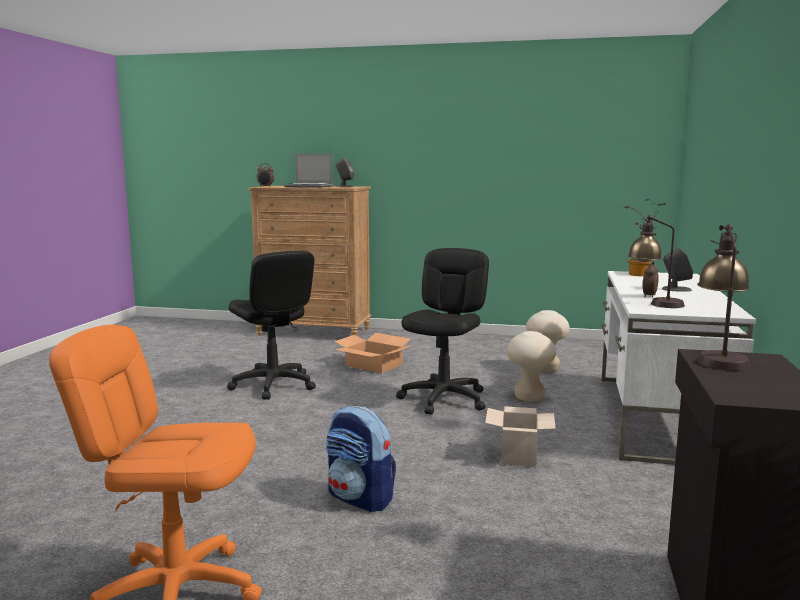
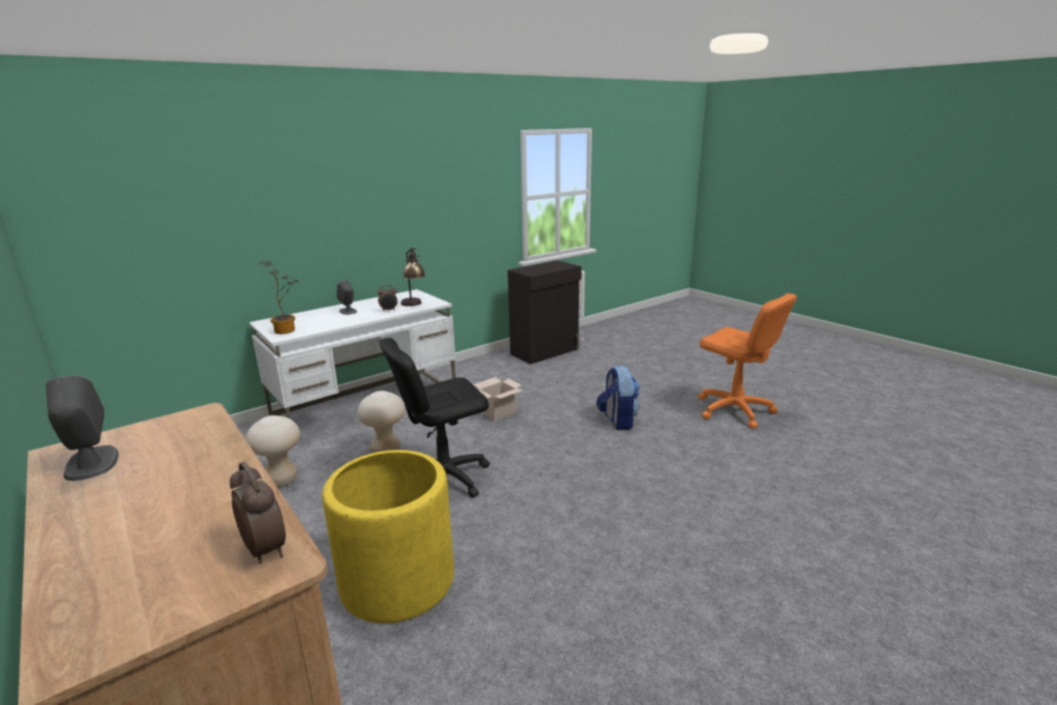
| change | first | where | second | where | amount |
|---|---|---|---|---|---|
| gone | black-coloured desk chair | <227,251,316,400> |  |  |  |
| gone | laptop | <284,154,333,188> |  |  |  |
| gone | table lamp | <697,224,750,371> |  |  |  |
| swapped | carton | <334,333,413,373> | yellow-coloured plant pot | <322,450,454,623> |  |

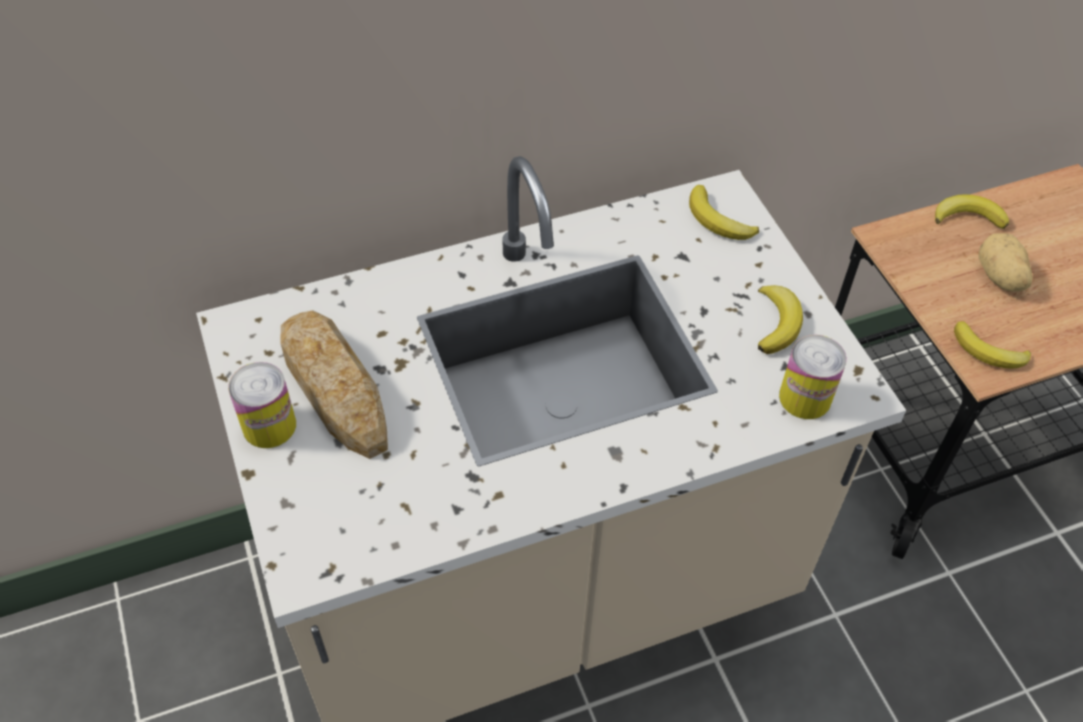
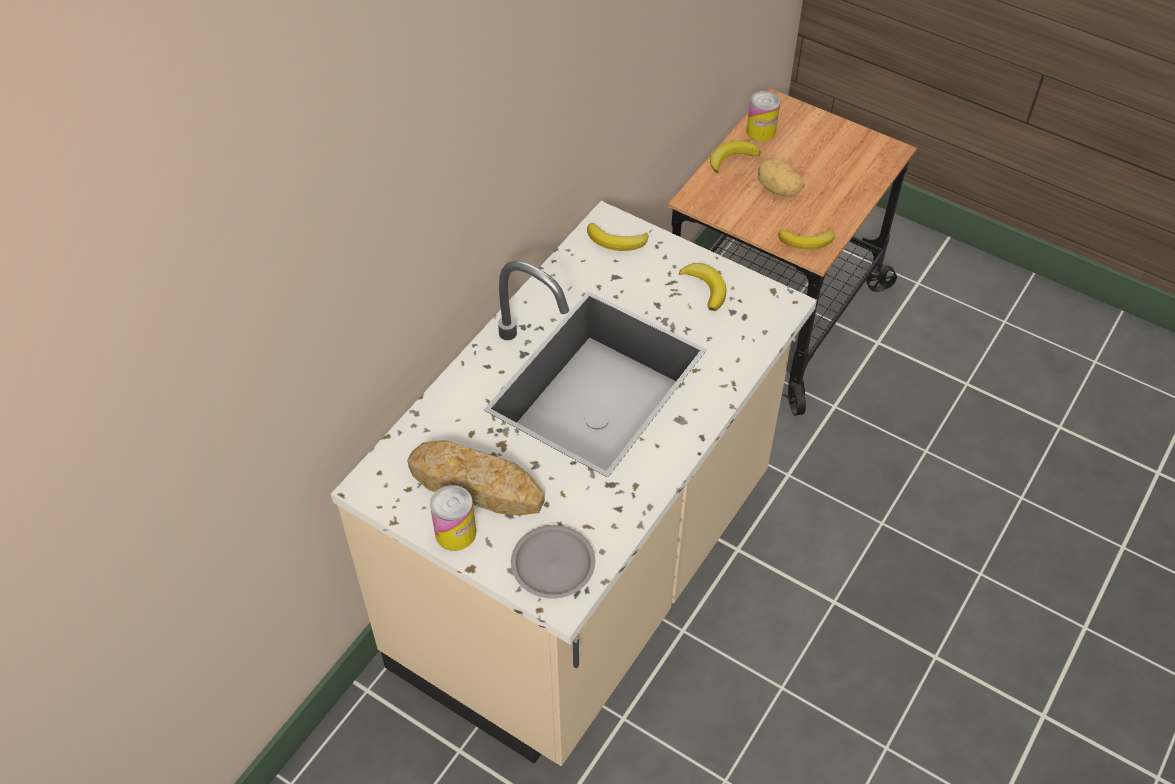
| change | first | where | second | where | amount |
|---|---|---|---|---|---|
| new |  |  | greyish flat dish | <511,525,595,599> |  |
| shifted | sealed can | <779,335,847,419> |  | <746,91,780,141> |  |

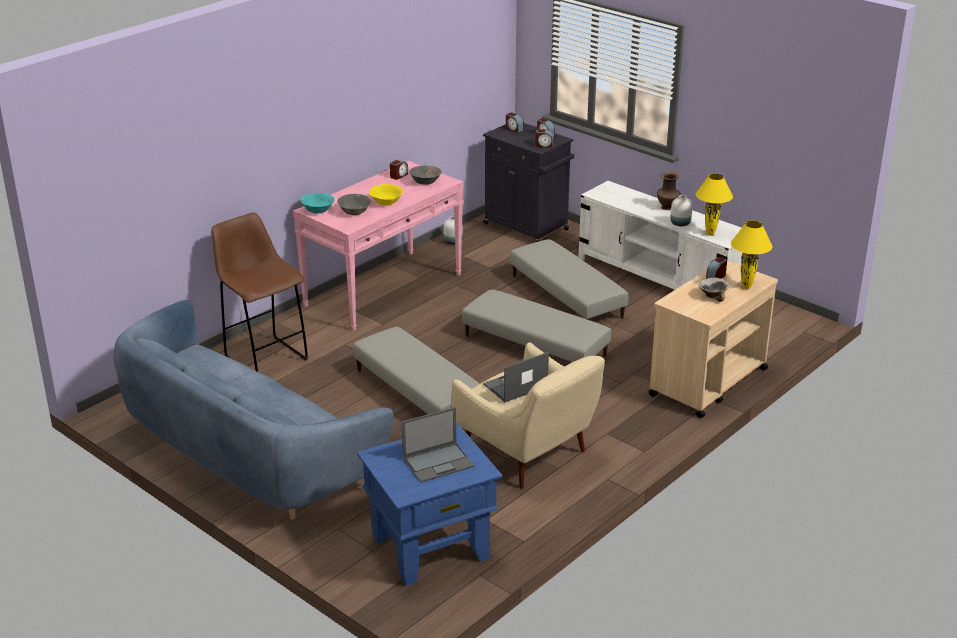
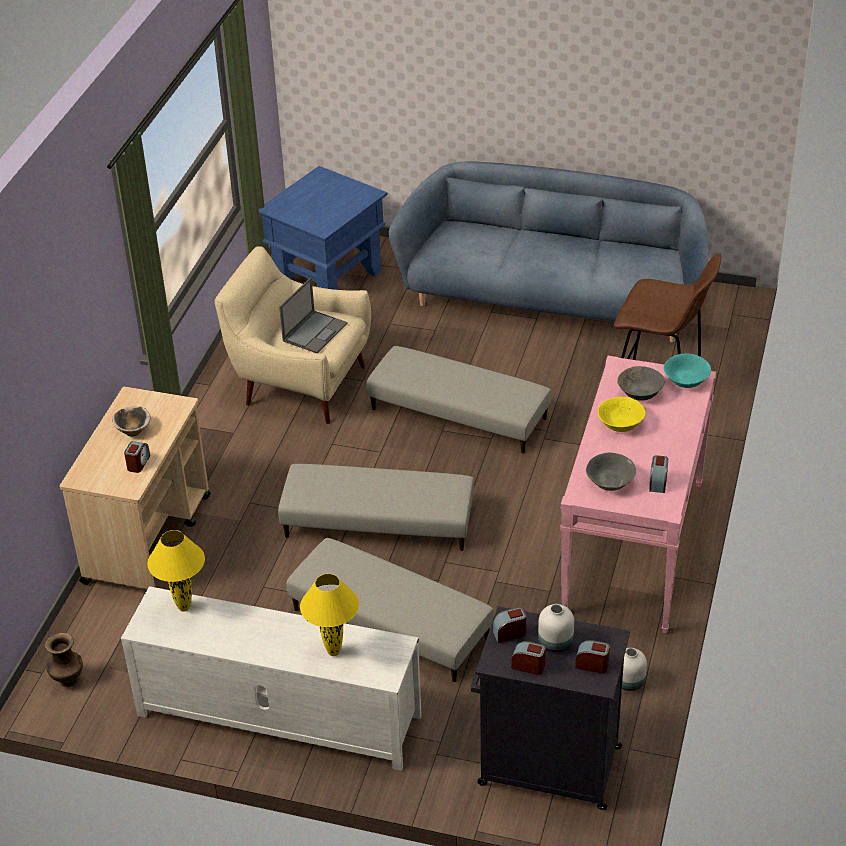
| change | first | where | second | where | amount |
|---|---|---|---|---|---|
| gone | laptop | <402,407,474,483> |  |  |  |
| shifted | brown-coloured vase | <657,171,681,210> |  | <45,633,83,687> |  |
| shifted | white-coloured vase | <670,195,693,226> |  | <538,604,574,653> |  |
| shifted | yellow-coloured table lamp | <731,221,773,289> |  | <300,574,359,656> |  |

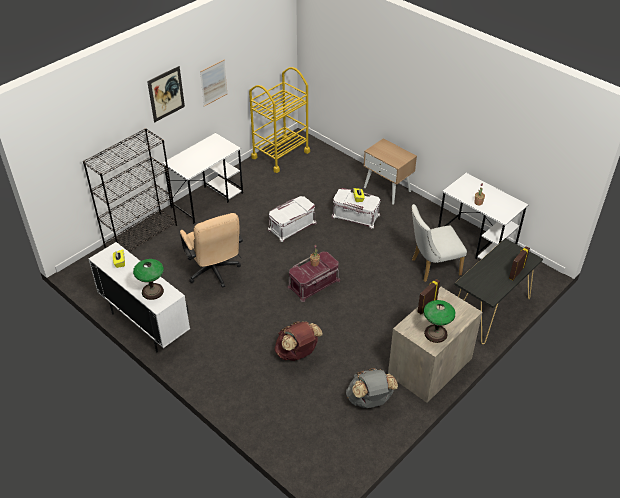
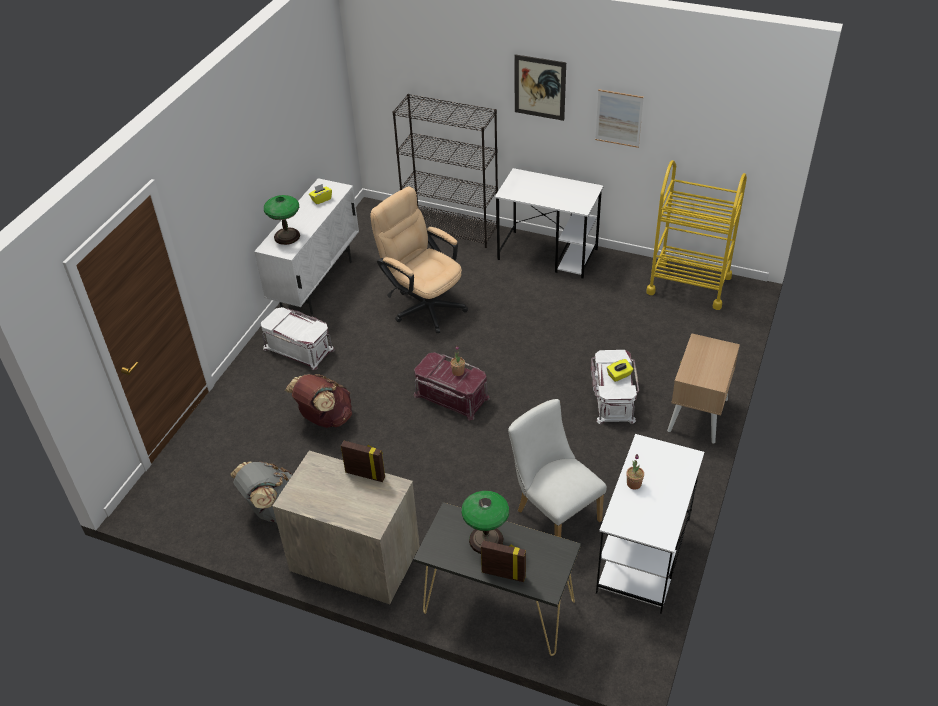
| change | first | where | second | where | amount |
|---|---|---|---|---|---|
| shifted | white-coloured storage box | <268,196,317,242> |  | <261,307,335,370> |  |
| shifted | table lamp | <424,300,455,343> |  | <461,491,509,554> |  |
| rotated | sand-coloured desk chair | <180,213,243,288> |  | <370,186,468,333> | 90 degrees clockwise |

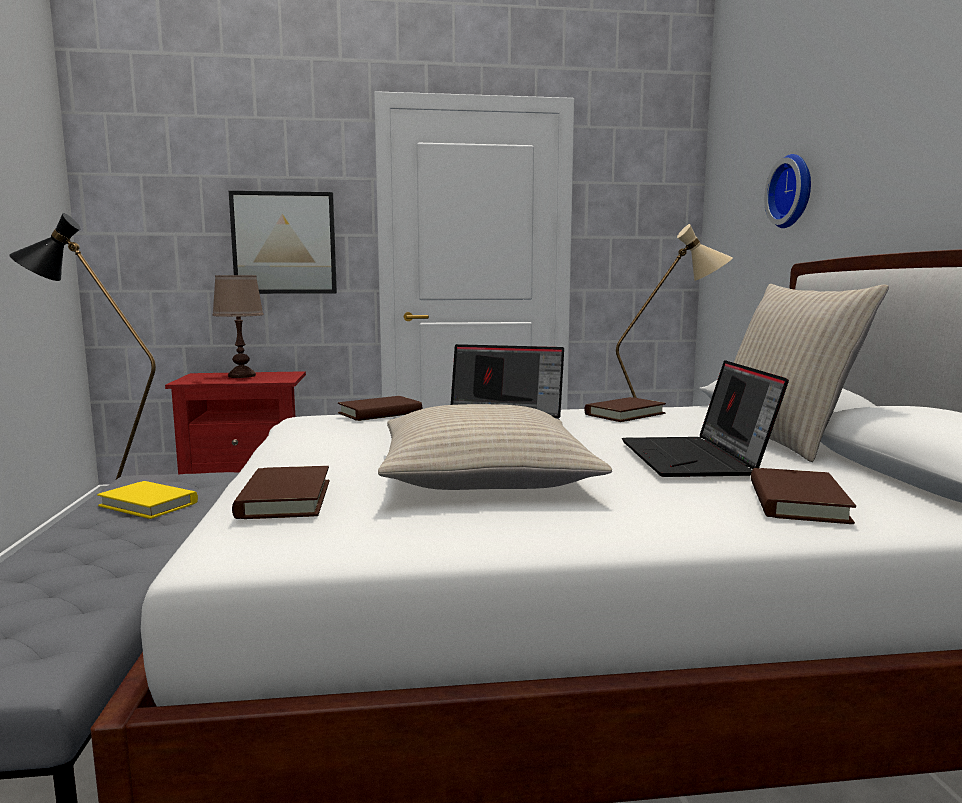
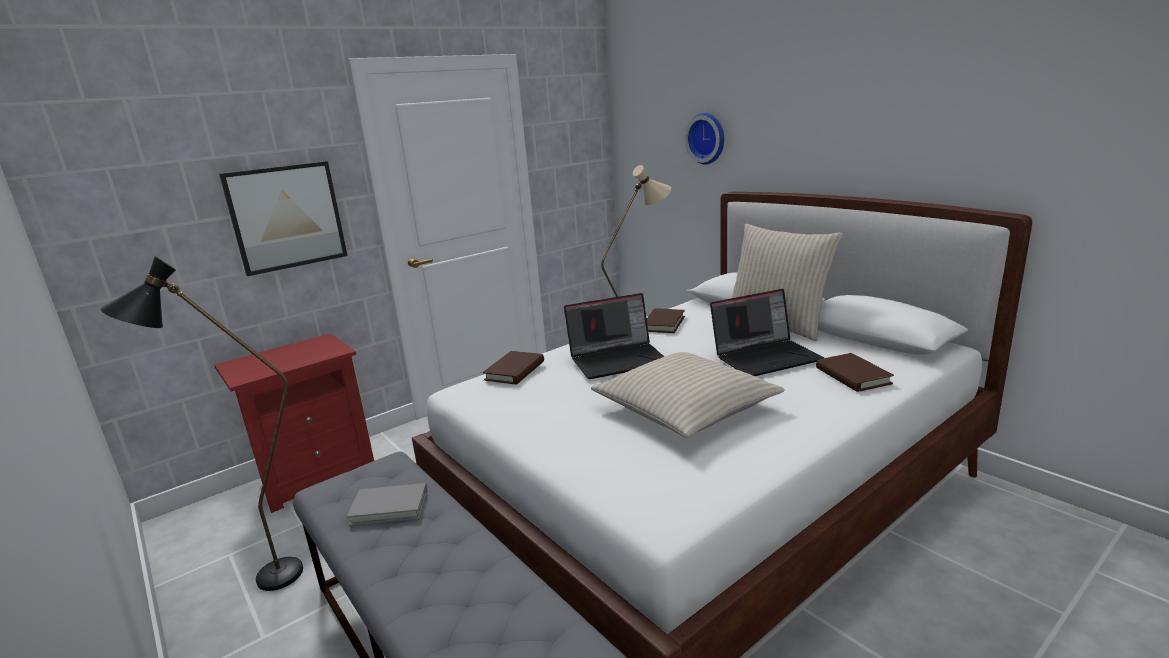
| change | first | where | second | where | amount |
|---|---|---|---|---|---|
| gone | brown-coloured table lamp | <212,275,264,378> |  |  |  |
| gone | brown-coloured bound book | <232,466,329,519> |  |  |  |
| repainted | yellow-coloured bound book | <97,481,198,519> | greyish bound book | <347,483,428,526> |  |
| rotated | laptop | <622,360,789,477> |  | <710,289,824,376> | 75 degrees counterclockwise |

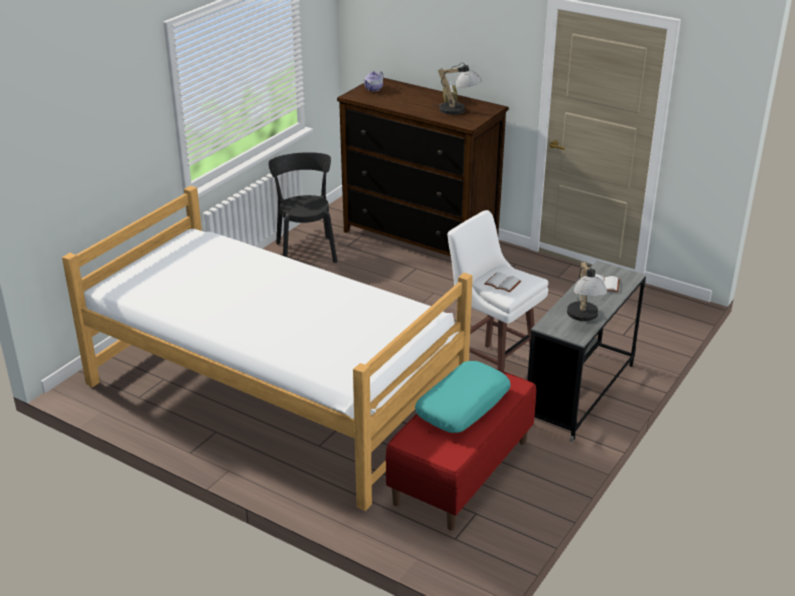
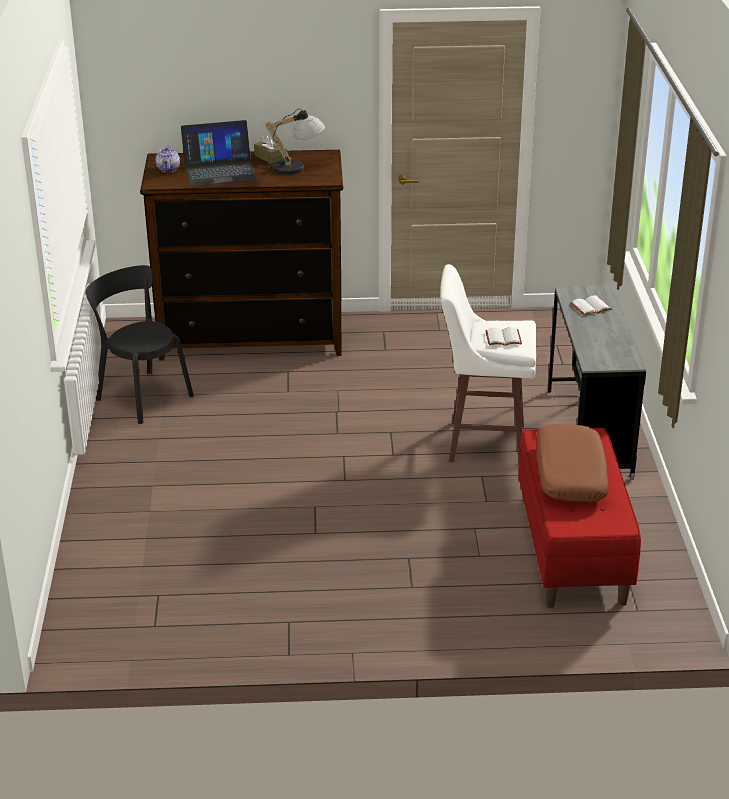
| change | first | where | second | where | amount |
|---|---|---|---|---|---|
| gone | sleeping bed | <62,186,473,511> |  |  |  |
| gone | table lamp | <567,262,607,321> |  |  |  |
| new |  |  | laptop | <181,120,258,186> |  |
| repainted | turquoise cushion | <415,361,511,433> | brown-coloured cushion | <537,424,608,502> |  |

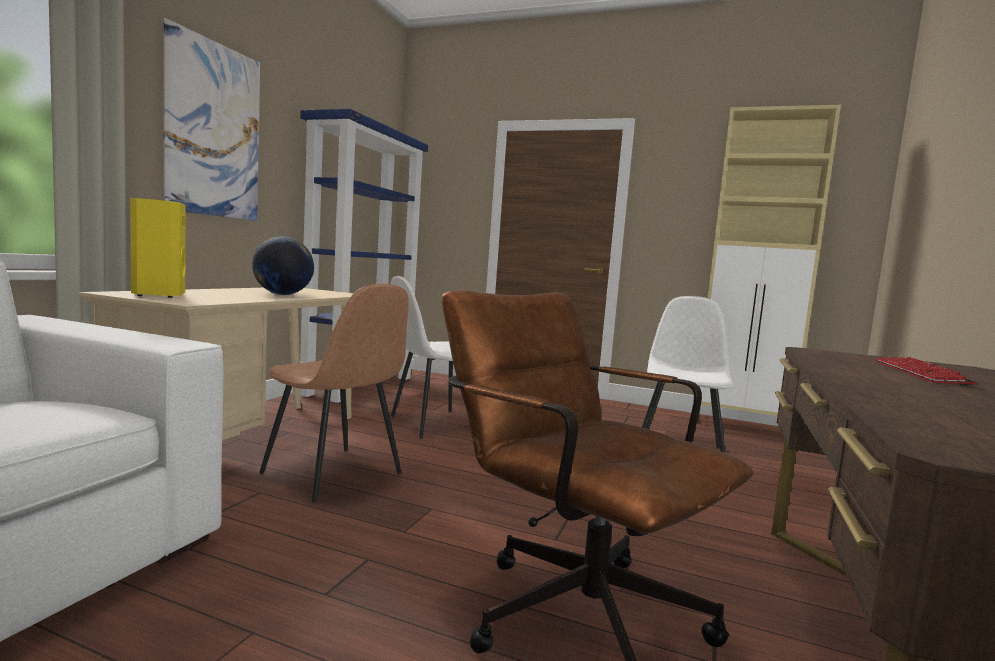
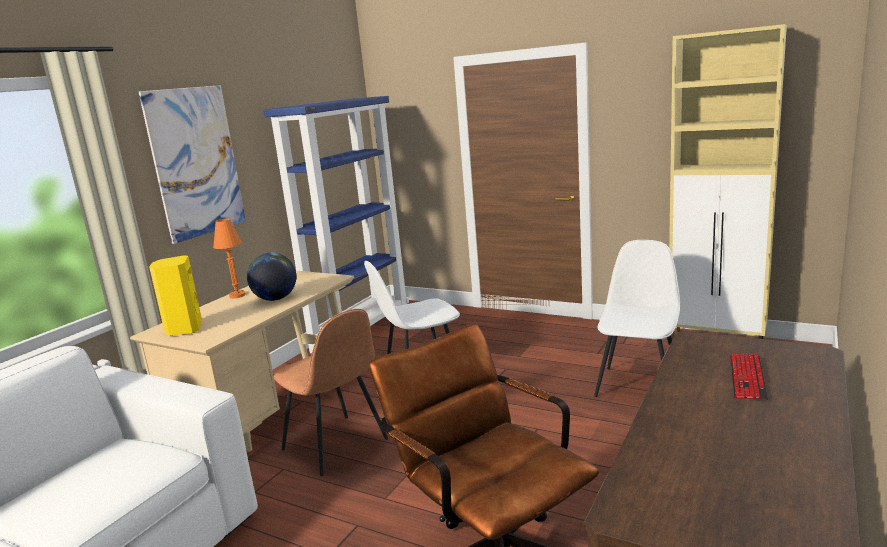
| change | first | where | second | where | amount |
|---|---|---|---|---|---|
| new |  |  | orange-coloured table lamp | <213,218,246,298> |  |

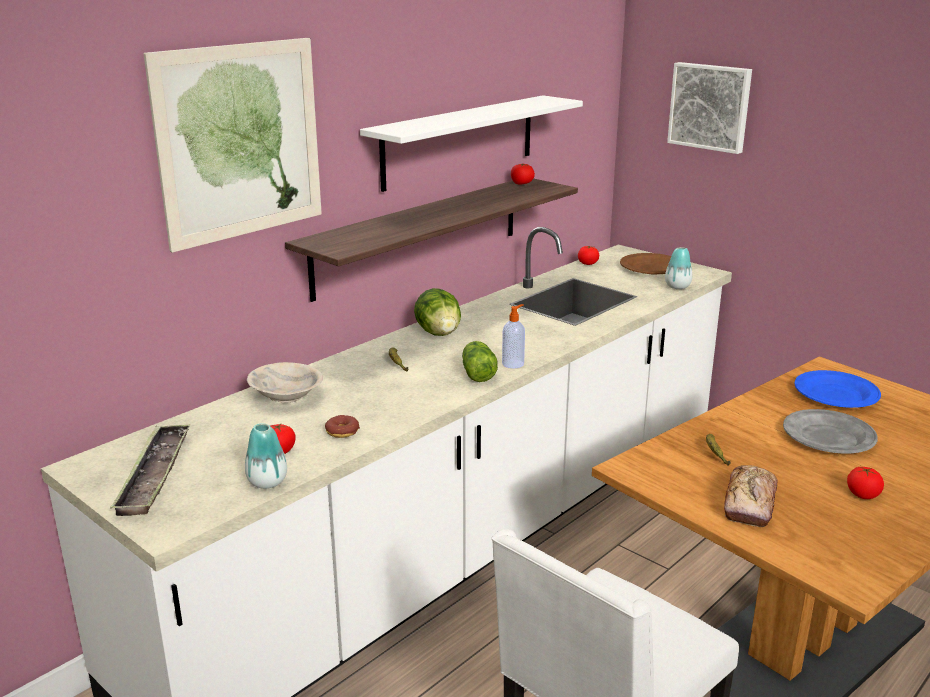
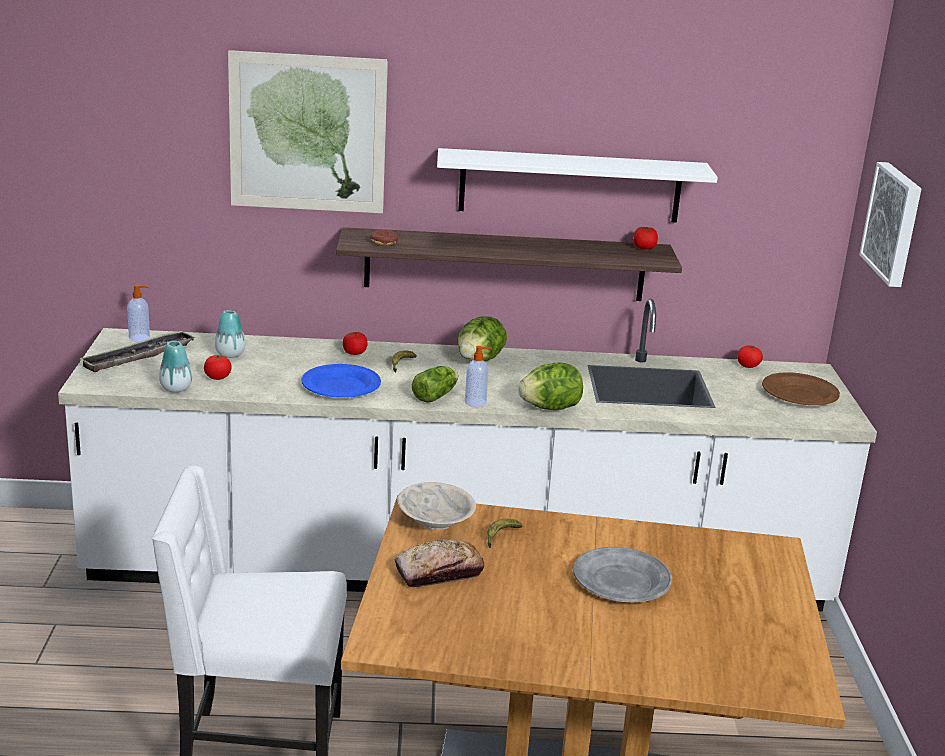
| change | first | where | second | where | amount |
|---|---|---|---|---|---|
| new |  |  | liquid soap bottle | <127,284,150,341> |  |
| new |  |  | lettuce head | <518,362,583,410> |  |
| shifted | sand-coloured bowl | <247,362,323,403> |  | <397,482,476,530> |  |
| shifted | donut | <325,415,360,438> |  | <370,230,399,245> |  |
| shifted | vase | <665,247,692,289> |  | <215,310,246,358> |  |
| shifted | blue flat dish | <794,370,881,408> |  | <301,364,381,398> |  |
| shifted | tomato | <847,466,884,499> |  | <343,332,368,355> |  |

